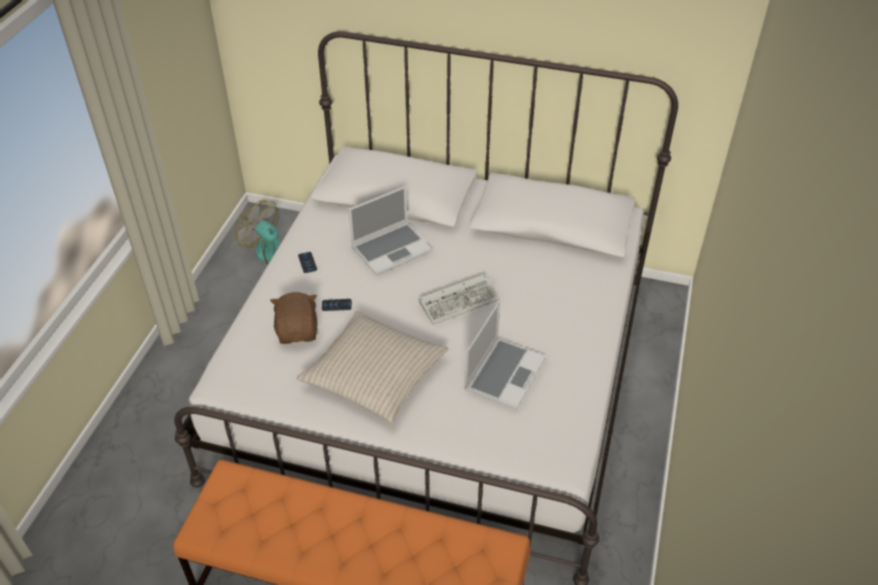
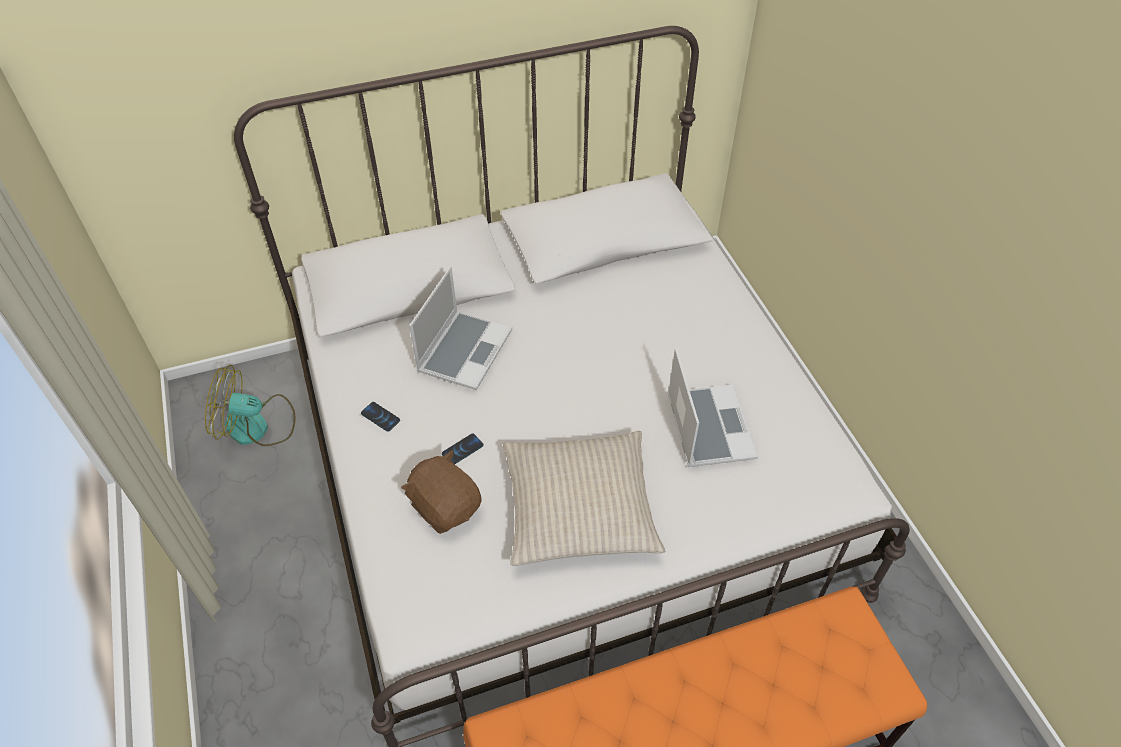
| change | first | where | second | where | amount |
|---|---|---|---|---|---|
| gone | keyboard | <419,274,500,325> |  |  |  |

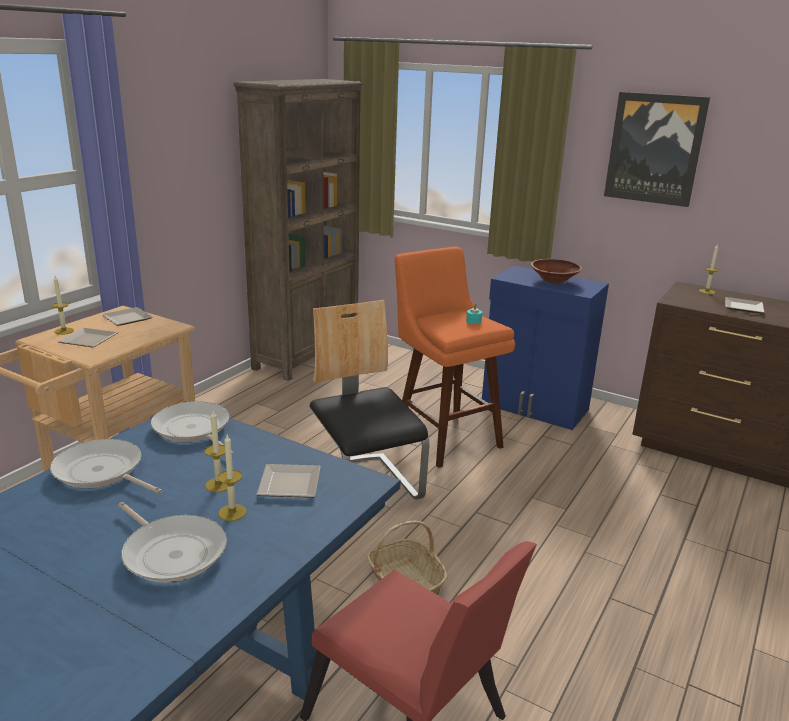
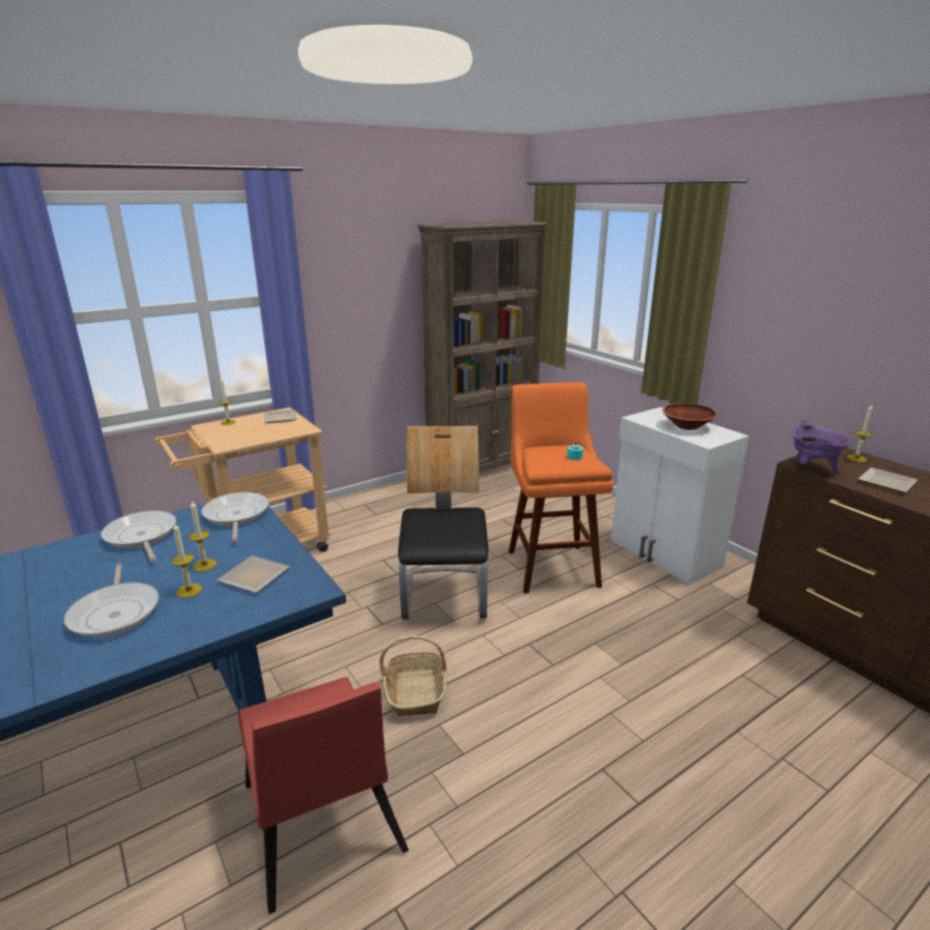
| change | first | where | second | where | amount |
|---|---|---|---|---|---|
| gone | flat dish | <58,328,118,347> |  |  |  |
| gone | picture | <604,92,710,207> |  |  |  |
| new |  |  | purplish stockpot | <792,420,852,472> |  |
| repainted | blue cupboard | <482,266,609,430> | white-coloured cupboard | <611,407,749,585> |  |

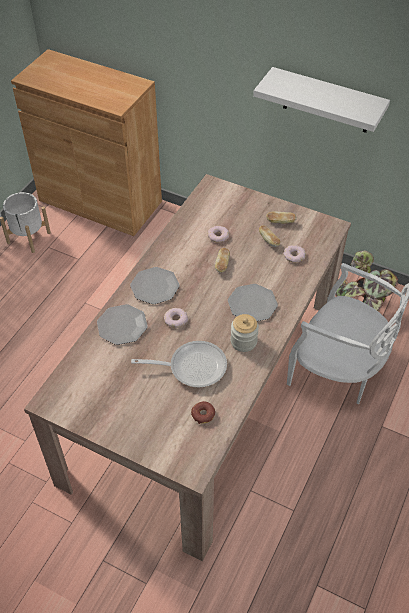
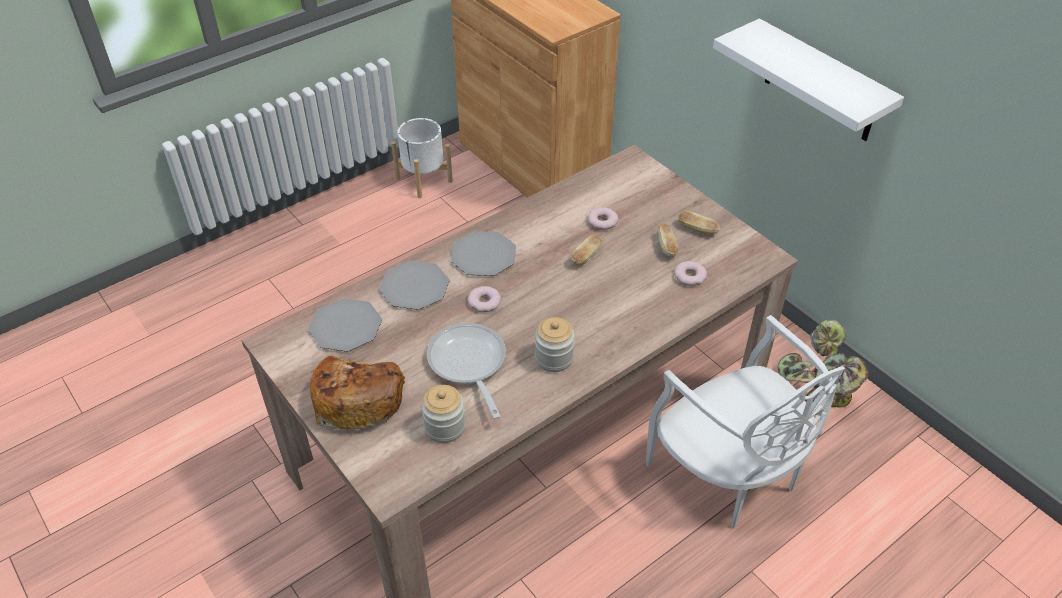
| change | first | where | second | where | amount |
|---|---|---|---|---|---|
| new |  |  | bread | <310,356,405,432> |  |
| shifted | flat dish | <228,284,278,321> |  | <308,298,382,352> |  |
| swapped | donut | <191,401,215,424> | preserve jar | <421,385,466,443> |  |
| rotated | pan | <131,341,227,387> |  | <427,323,506,419> | 135 degrees counterclockwise |

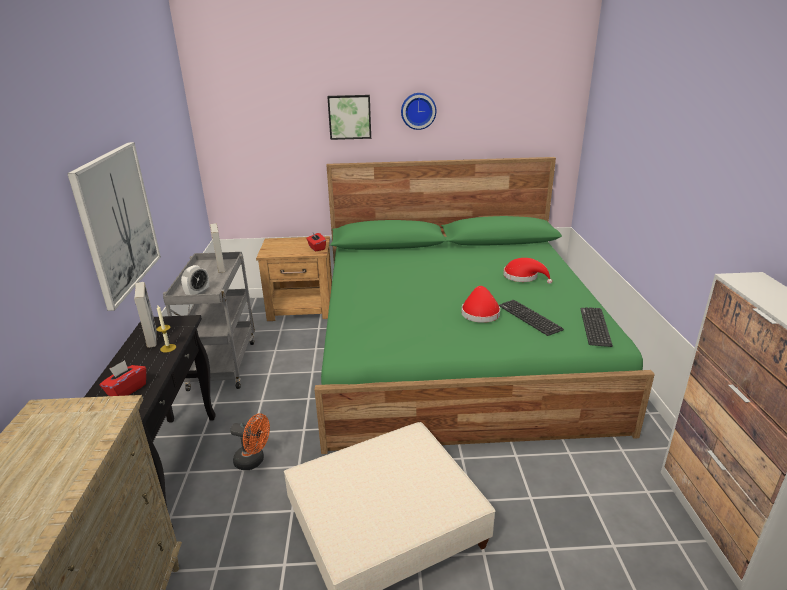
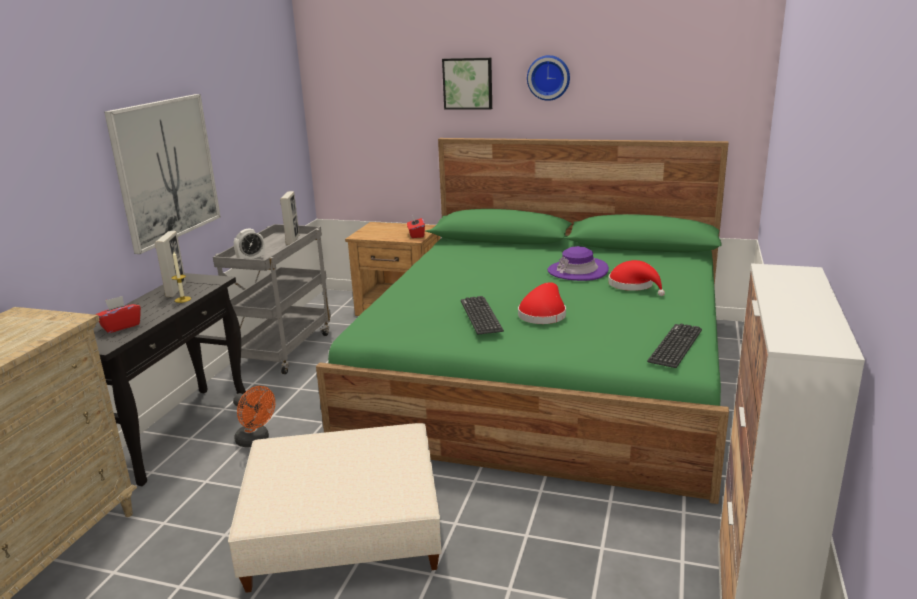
| change | first | where | second | where | amount |
|---|---|---|---|---|---|
| new |  |  | purplish wearable hat | <548,246,609,281> |  |
| shifted | keyboard | <499,300,564,336> |  | <461,296,504,334> |  |

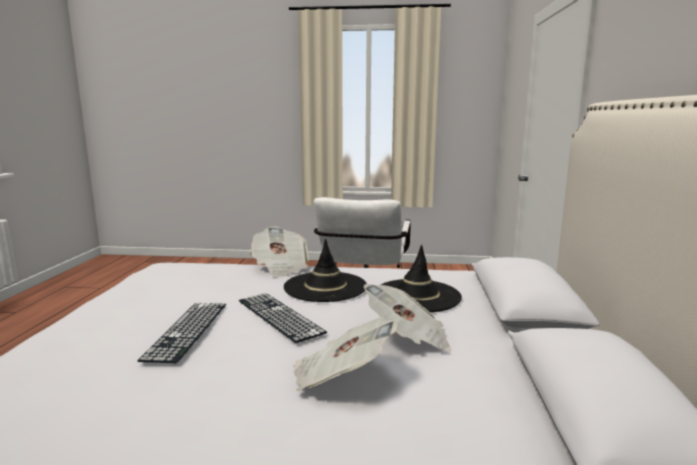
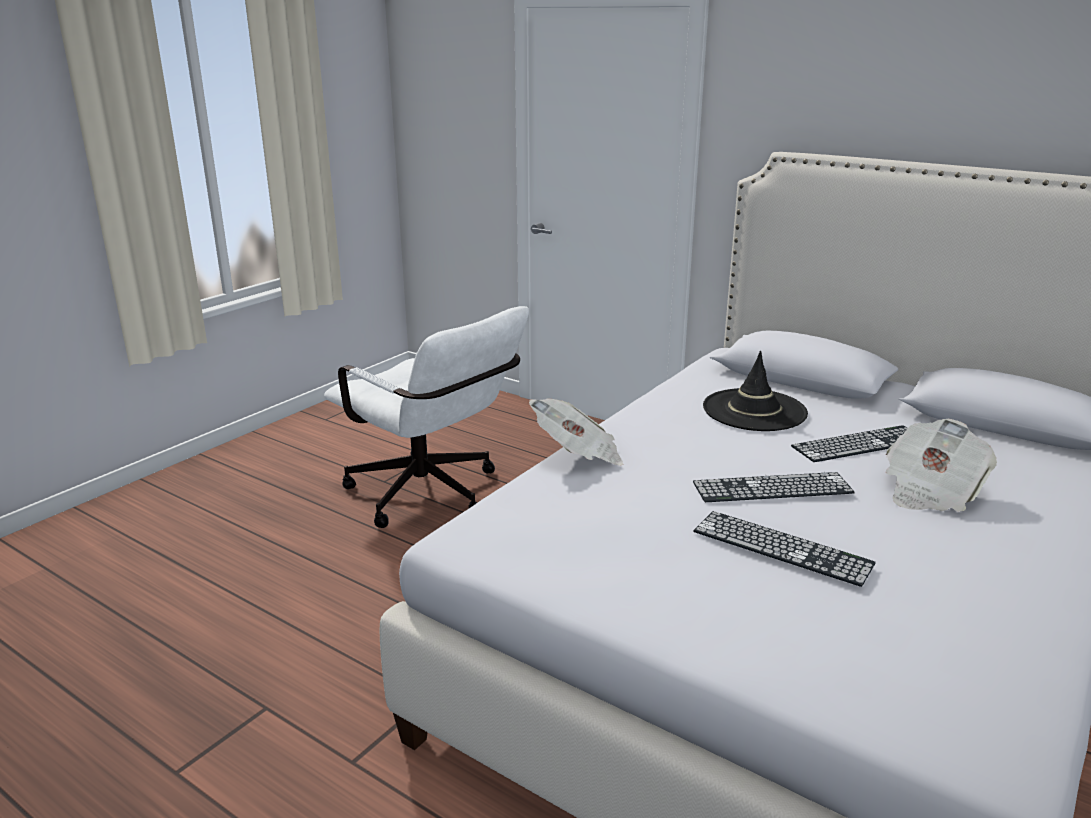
| change | first | where | second | where | amount |
|---|---|---|---|---|---|
| gone | black-coloured wearable hat | <284,239,367,302> |  |  |  |
| swapped | newspaper | <364,284,452,351> | keyboard | <791,425,908,462> |  |

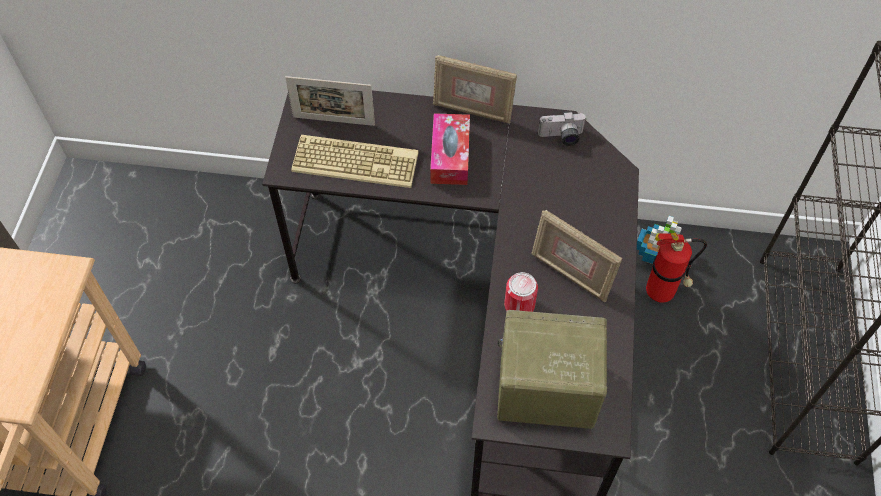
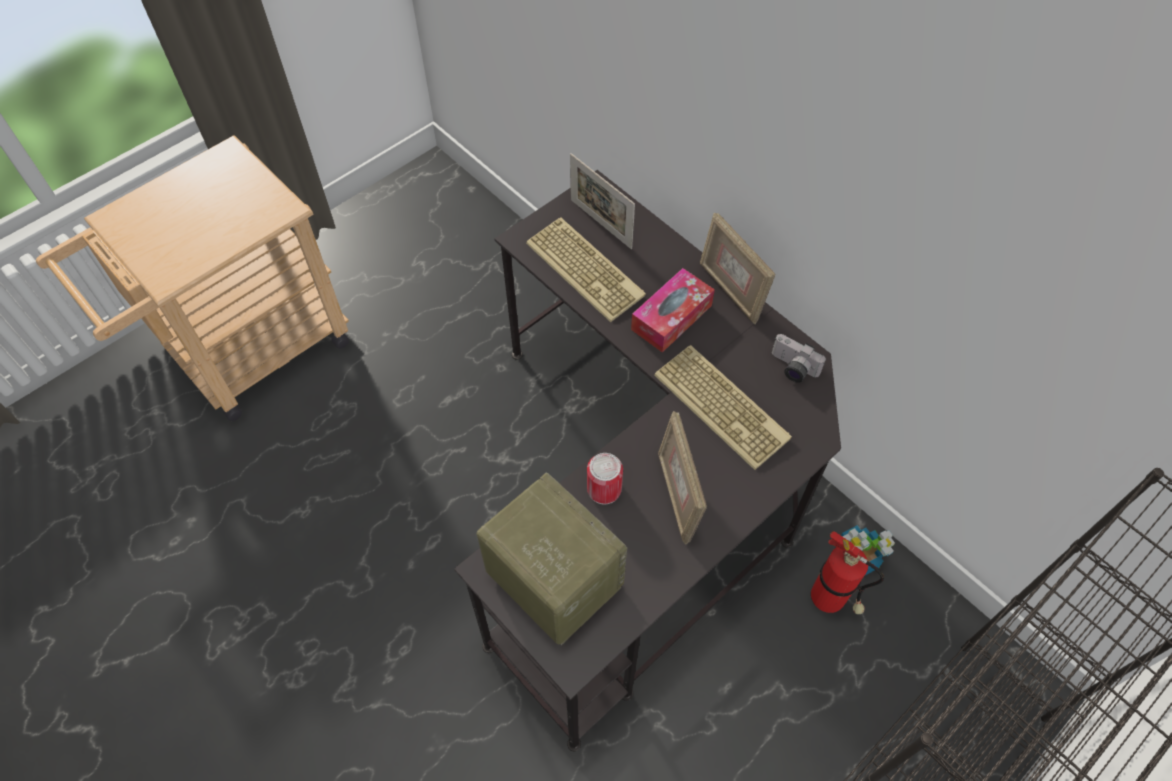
| change | first | where | second | where | amount |
|---|---|---|---|---|---|
| new |  |  | keyboard | <654,345,792,470> |  |

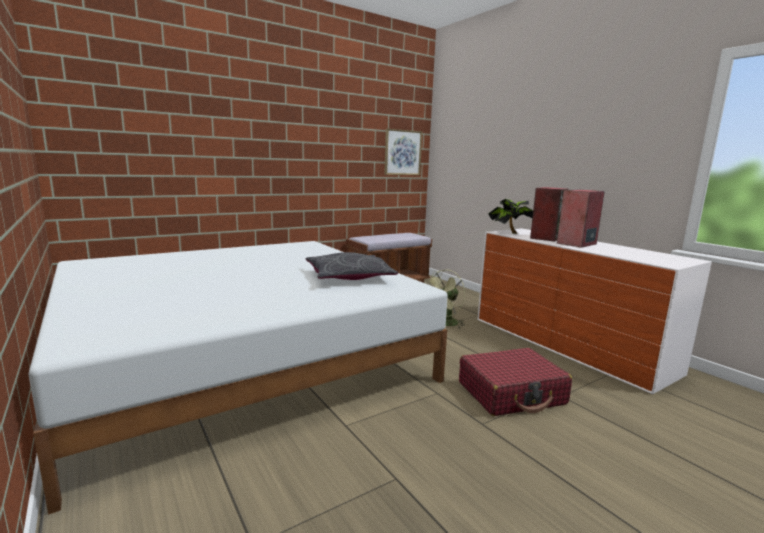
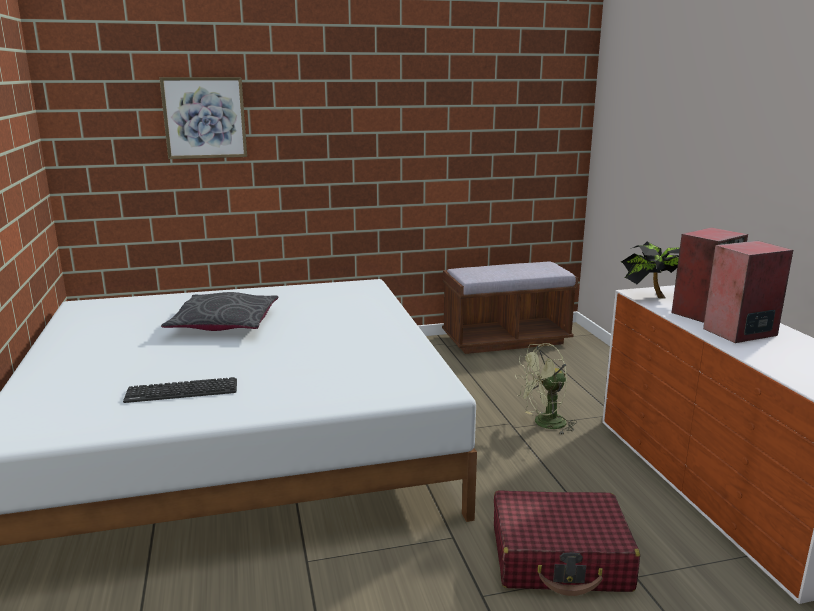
| change | first | where | second | where | amount |
|---|---|---|---|---|---|
| new |  |  | keyboard | <123,377,237,403> |  |
| shifted | greyish cushion | <306,252,398,280> |  | <161,292,278,331> |  |
| shifted | picture | <384,129,422,175> |  | <159,77,247,159> |  |

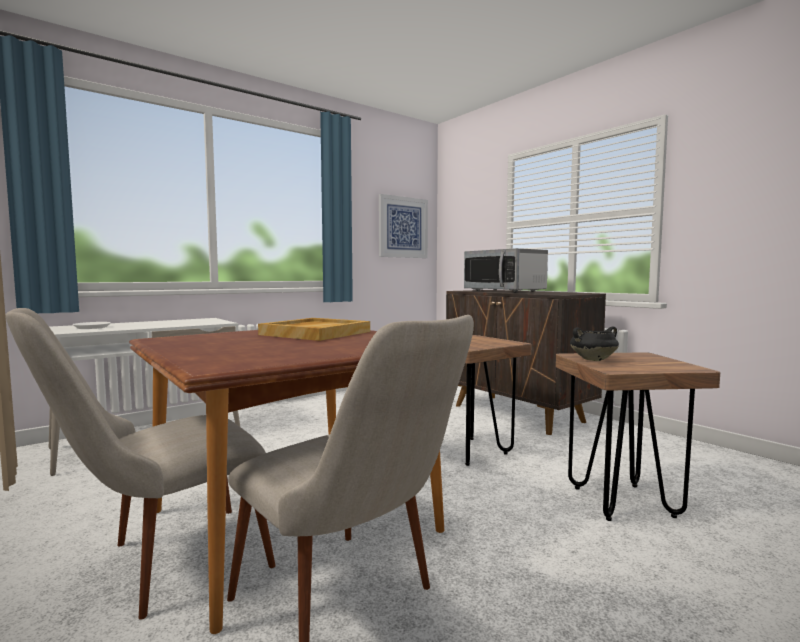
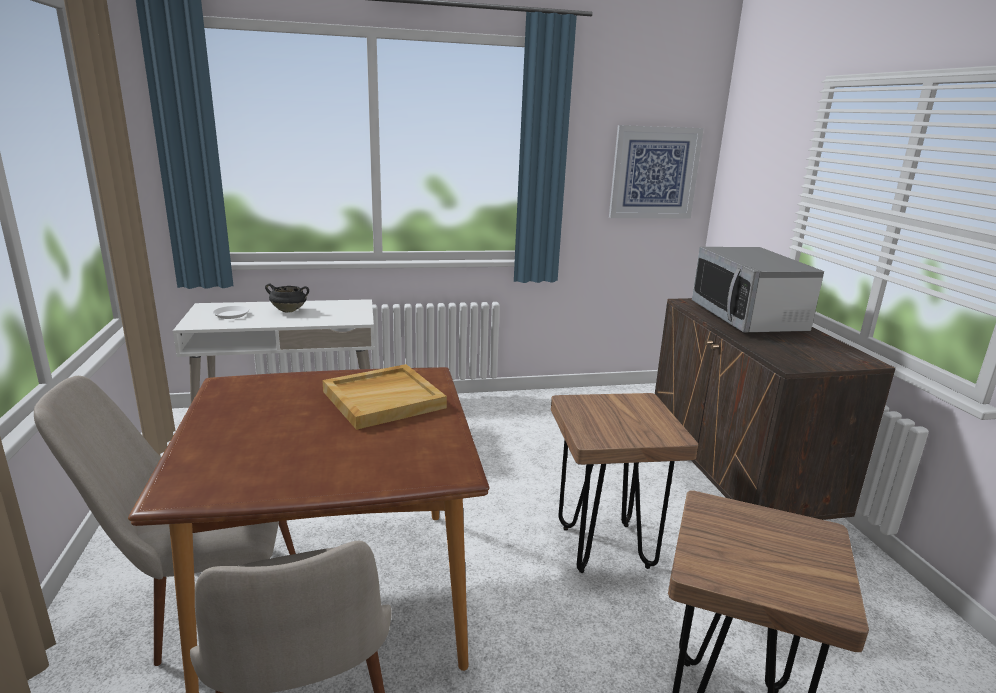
| change | first | where | second | where | amount |
|---|---|---|---|---|---|
| shifted | black-coloured stockpot | <570,326,619,361> |  | <265,284,309,313> |  |

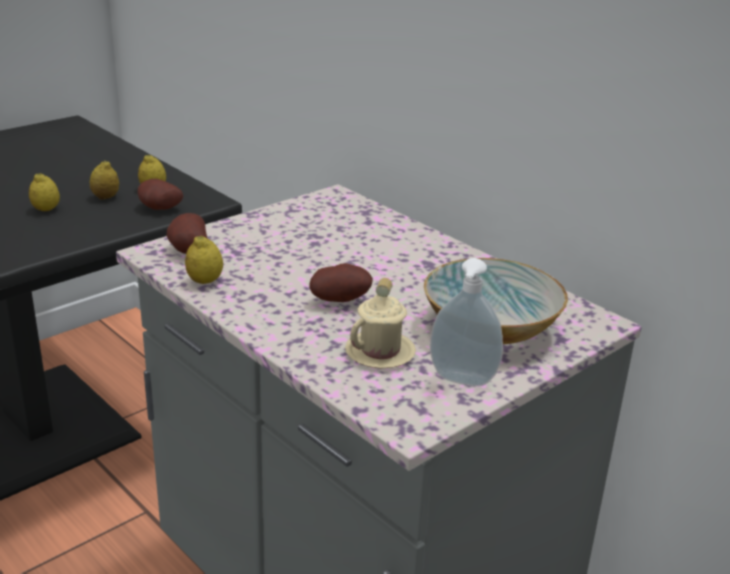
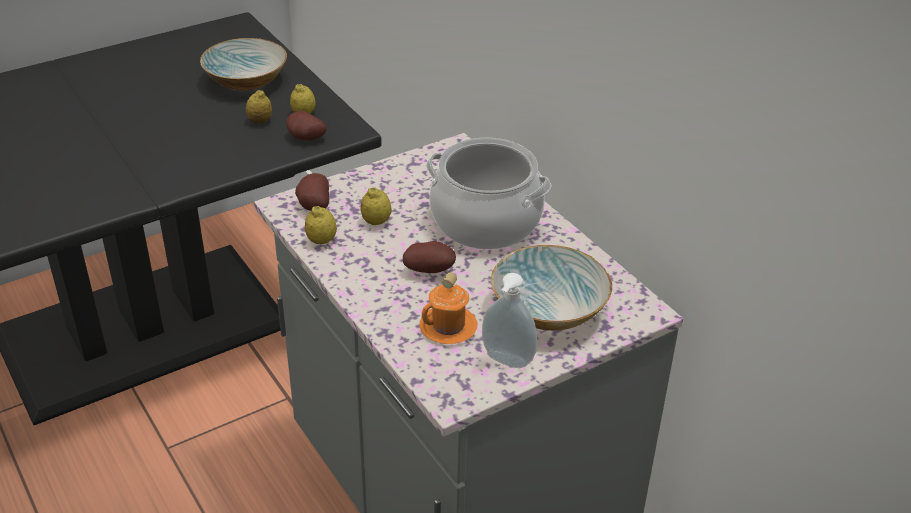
| change | first | where | second | where | amount |
|---|---|---|---|---|---|
| new |  |  | bowl | <200,38,287,91> |  |
| new |  |  | stockpot | <426,138,551,249> |  |
| shifted | whole lemon | <29,173,60,211> |  | <360,187,392,225> |  |
| repainted | sand-coloured coffee mug | <345,278,416,368> | orange-coloured coffee mug | <419,272,477,344> |  |

